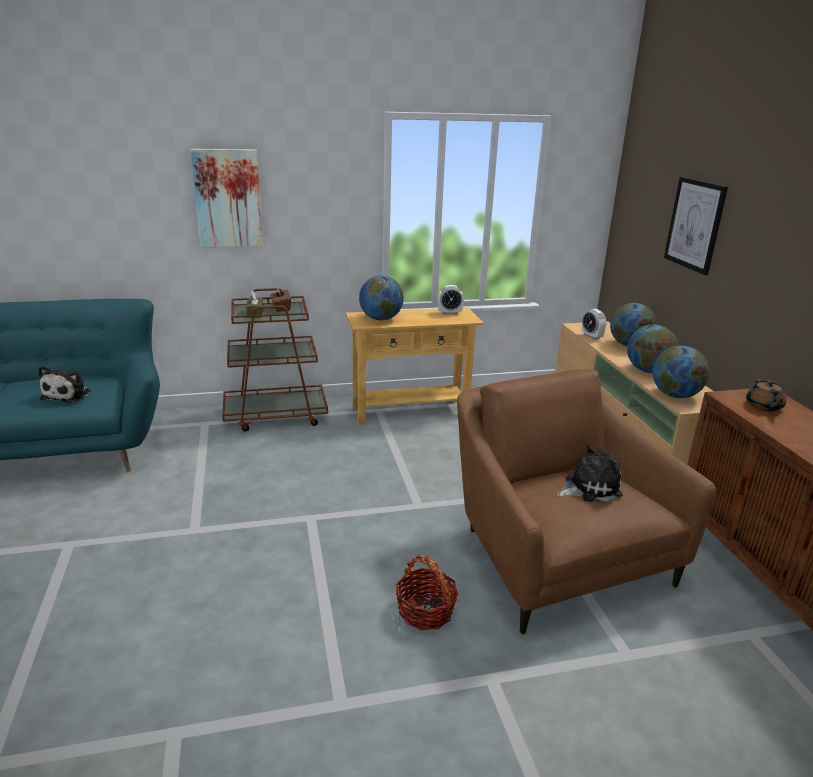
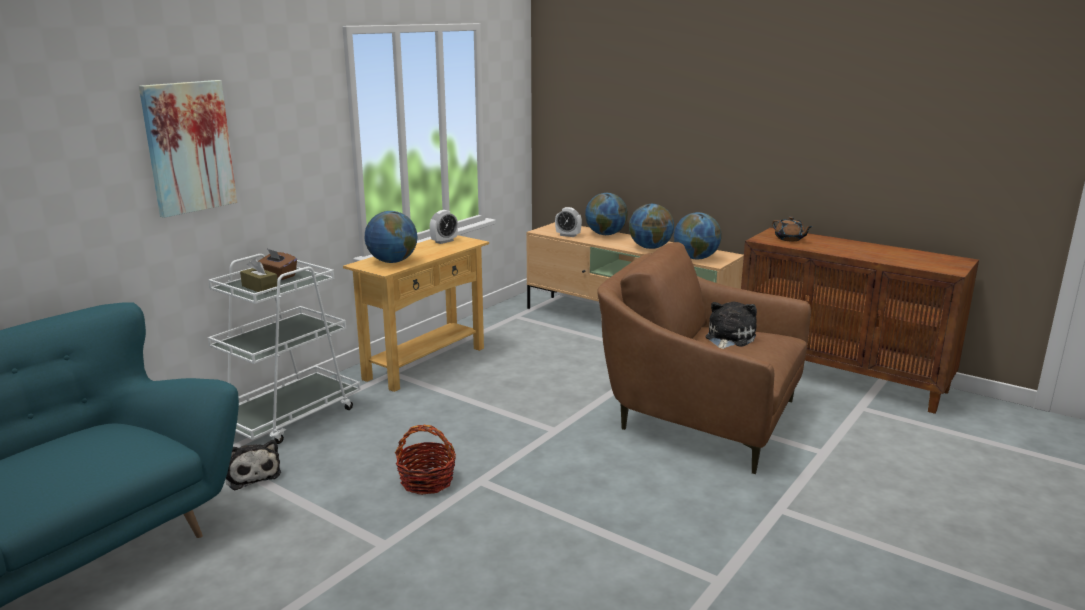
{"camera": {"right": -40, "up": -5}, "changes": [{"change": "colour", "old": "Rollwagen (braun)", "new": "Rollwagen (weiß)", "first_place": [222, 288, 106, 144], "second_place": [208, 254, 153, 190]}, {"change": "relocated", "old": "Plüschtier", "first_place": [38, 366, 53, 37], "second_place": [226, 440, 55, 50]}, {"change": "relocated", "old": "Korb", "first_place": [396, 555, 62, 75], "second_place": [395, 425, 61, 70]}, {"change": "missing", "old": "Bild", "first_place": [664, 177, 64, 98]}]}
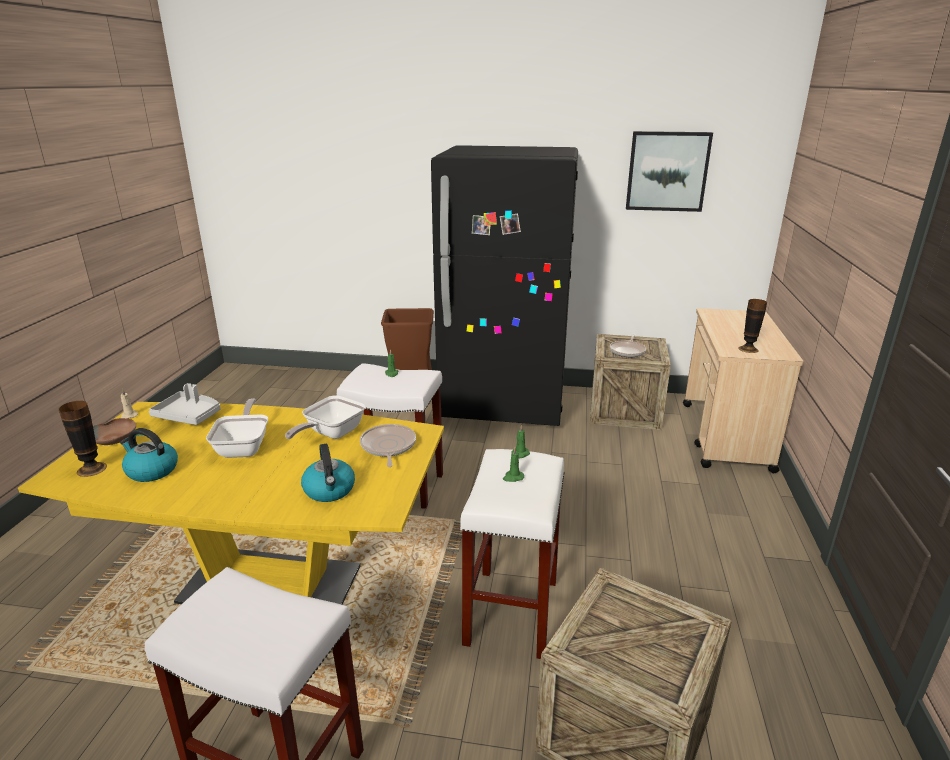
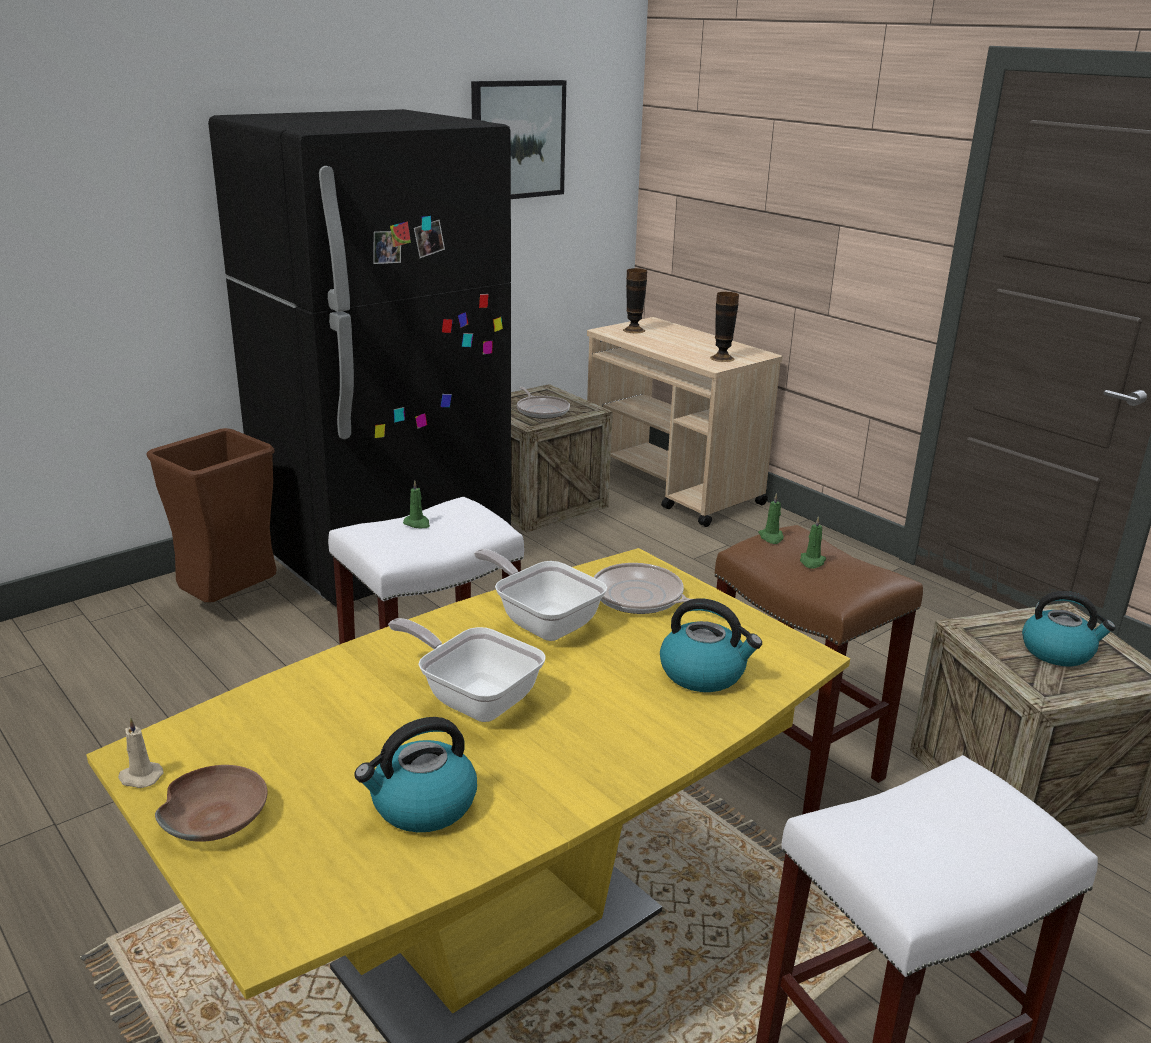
{"camera": {"right": -50, "up": 0}, "changes": [{"change": "spun", "old": "Pfanne", "first_place": [285, 396, 80, 44], "second_place": [474, 549, 133, 92], "degrees": 150}, {"change": "relocated", "old": "Vase", "first_place": [59, 401, 48, 76], "second_place": [623, 268, 24, 65]}, {"change": "colour", "old": "Hocker (weiß)", "new": "Hocker (braun)", "first_place": [460, 449, 105, 210], "second_place": [715, 525, 208, 290]}, {"change": "appeared", "new": "Wasserkessel", "second_place": [1022, 591, 94, 75]}, {"change": "missing", "old": "Tablett (grau)", "first_place": [149, 383, 72, 42]}]}
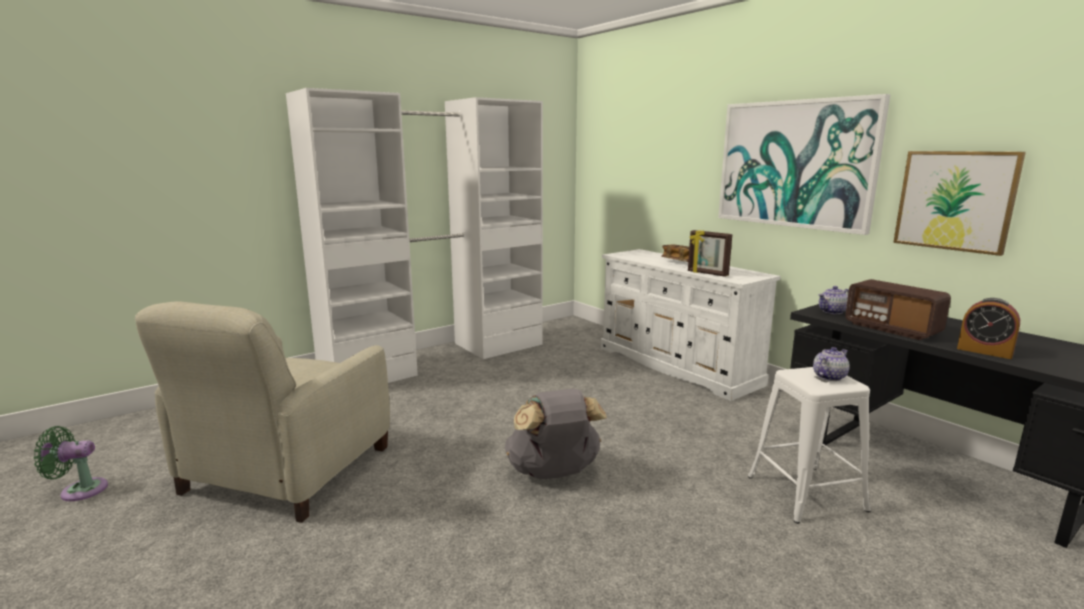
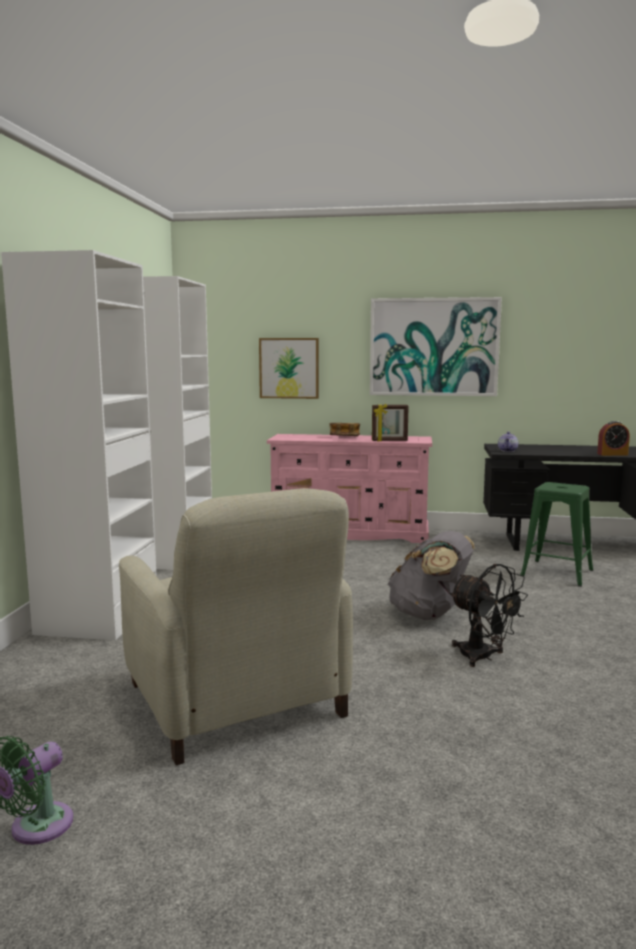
{"camera": {"right": -45, "up": -5}, "changes": [{"change": "relocated", "old": "Bild", "first_place": [893, 151, 133, 105], "second_place": [259, 338, 60, 61]}, {"change": "colour", "old": "Kommode (weiß)", "new": "Kommode (rosa)", "first_place": [601, 249, 180, 152], "second_place": [267, 434, 165, 109]}, {"change": "appeared", "new": "Ventilator (schwarz)", "second_place": [449, 564, 79, 103]}, {"change": "colour", "old": "Hocker (weiß)", "new": "Hocker (grün)", "first_place": [748, 367, 123, 157], "second_place": [520, 482, 73, 105]}, {"change": "missing", "old": "Teekanne", "first_place": [813, 347, 37, 34]}, {"change": "missing", "old": "Radio", "first_place": [845, 279, 106, 61]}]}
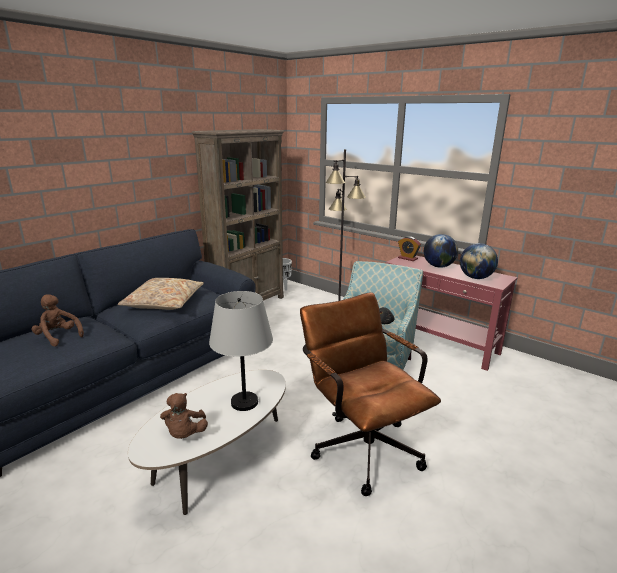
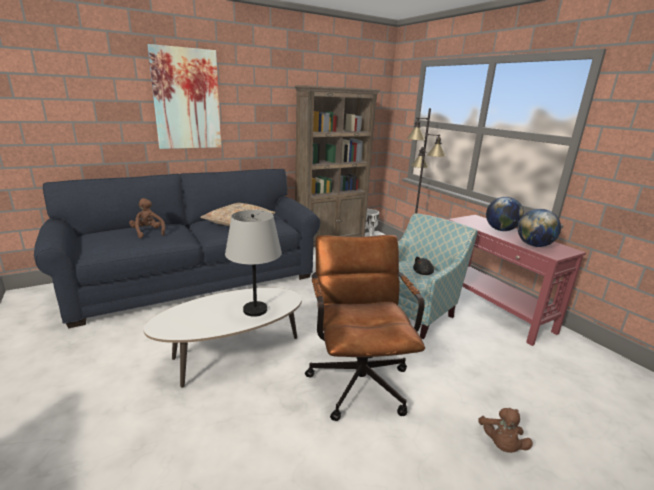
{"camera": {"right": 20, "up": 0}, "changes": [{"change": "appeared", "new": "Bild", "second_place": [147, 44, 75, 105]}, {"change": "relocated", "old": "Plüschtier (braun)", "first_place": [160, 393, 48, 46], "second_place": [478, 408, 55, 45]}, {"change": "missing", "old": "Wecker", "first_place": [398, 236, 23, 25]}]}
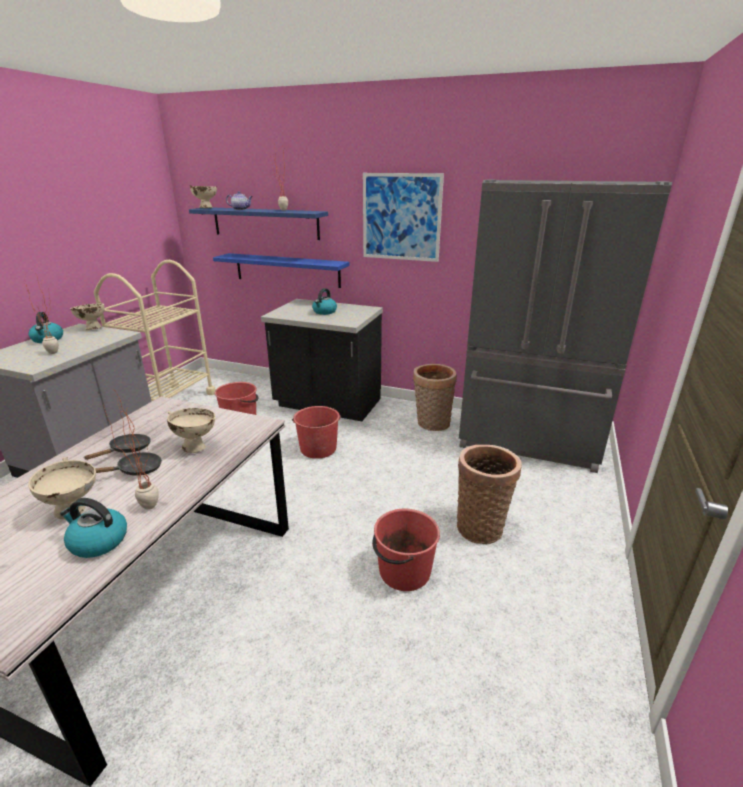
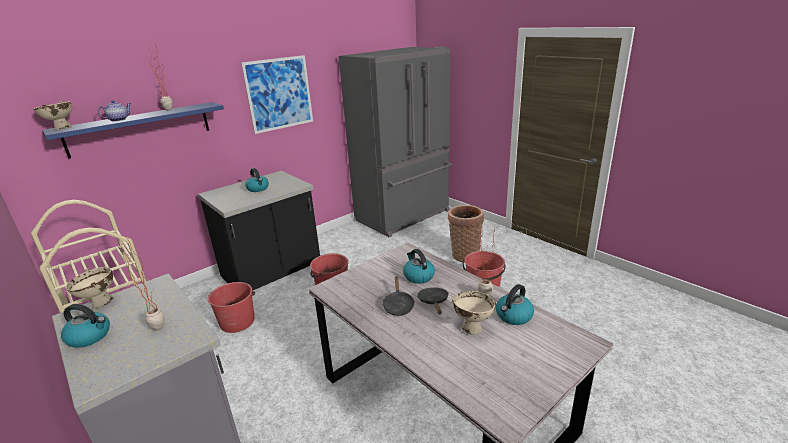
{"camera": {"right": -60, "up": 0}, "changes": [{"change": "spun", "old": "Pfanne (schwarz)", "first_place": [84, 434, 67, 26], "second_place": [382, 277, 33, 39], "degrees": -150}, {"change": "exchanged", "old": "Schüssel (beige)", "new": "Wasserkessel", "first_place": [167, 408, 48, 45], "second_place": [403, 249, 32, 35]}, {"change": "missing", "old": "Wandregal (blau)", "first_place": [213, 253, 136, 35]}, {"change": "missing", "old": "Korb", "first_place": [413, 364, 44, 67]}]}
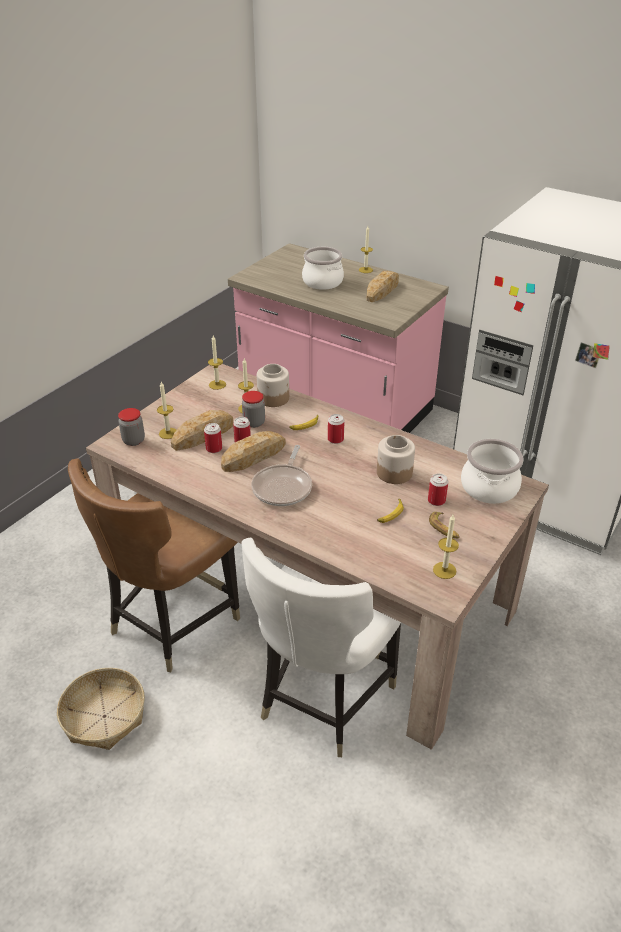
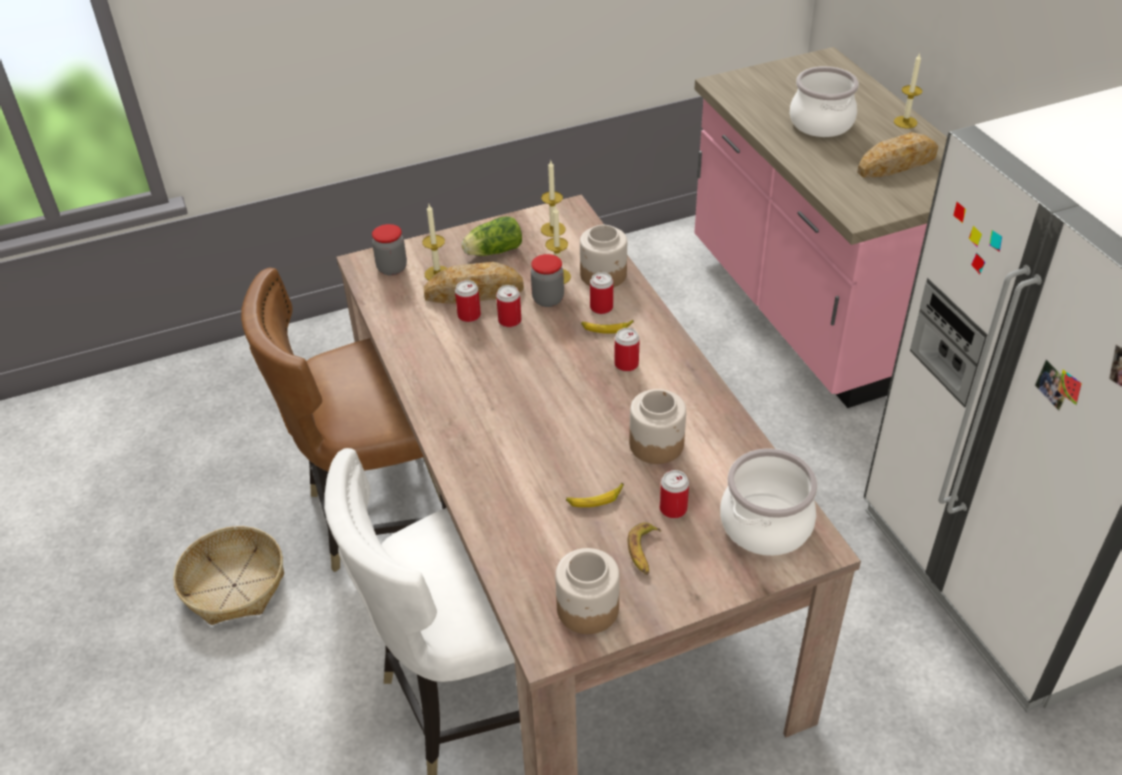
{"camera": {"right": 35, "up": 5}, "changes": [{"change": "appeared", "new": "Salatkopf", "second_place": [461, 216, 61, 40]}, {"change": "exchanged", "old": "Kerze", "new": "Vorratsglas", "first_place": [433, 515, 26, 64], "second_place": [555, 548, 65, 86]}, {"change": "appeared", "new": "Dose", "second_place": [590, 272, 23, 42]}, {"change": "missing", "old": "Brot", "first_place": [221, 431, 65, 41]}, {"change": "missing", "old": "Pfanne", "first_place": [252, 445, 60, 61]}]}
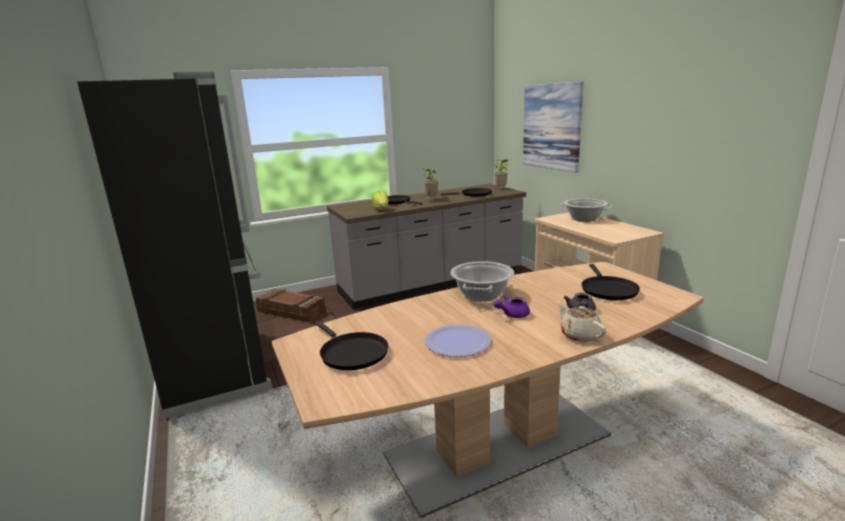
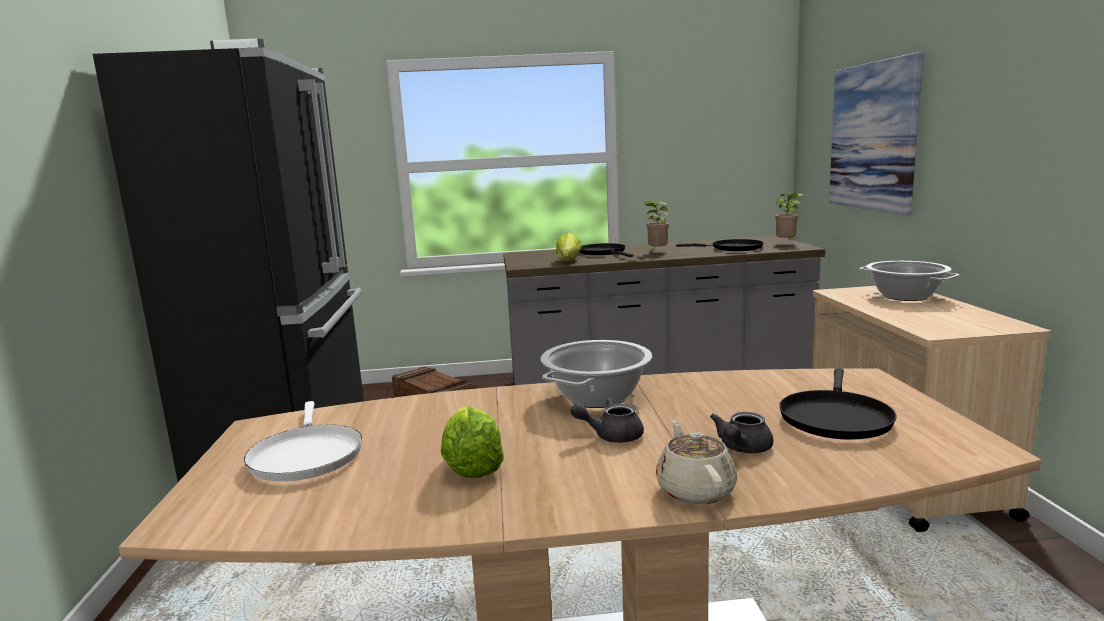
{"camera": {"right": 20, "up": -5}, "changes": [{"change": "colour", "old": "Pfanne (schwarz)", "new": "Pfanne (weiß)", "first_place": [315, 321, 73, 49], "second_place": [244, 401, 118, 80]}, {"change": "exchanged", "old": "Teller", "new": "Salatkopf", "first_place": [425, 324, 66, 33], "second_place": [441, 406, 63, 72]}, {"change": "colour", "old": "Teekanne (lila)", "new": "Teekanne (grau)", "first_place": [493, 295, 37, 23], "second_place": [570, 398, 74, 45]}]}
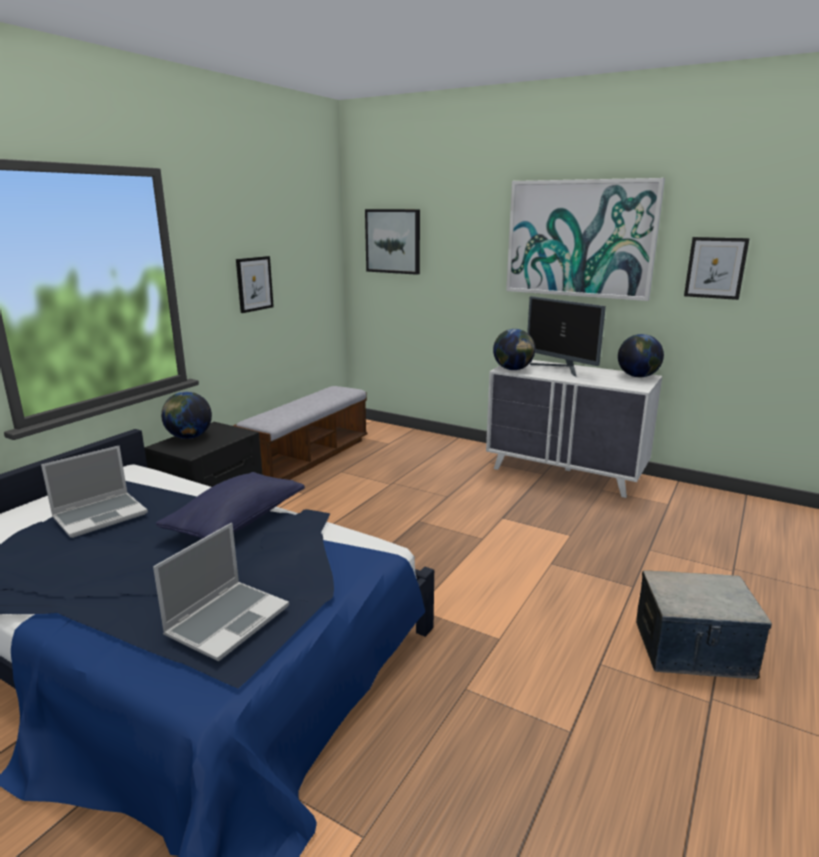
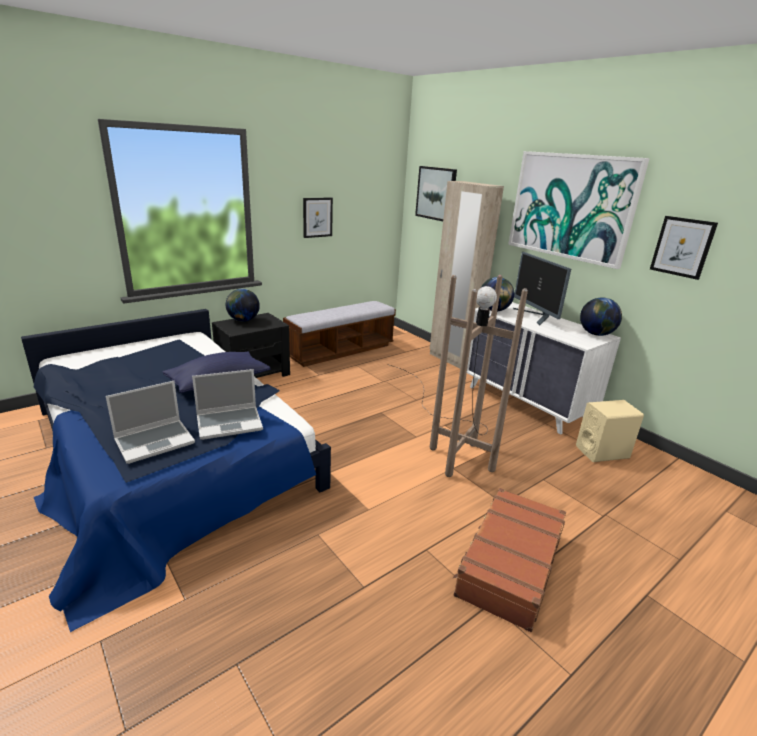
{"camera": {"right": 20, "up": 5}, "changes": [{"change": "relocated", "old": "Laptop", "first_place": [41, 446, 107, 92], "second_place": [192, 369, 71, 71]}, {"change": "appeared", "new": "Stehlampe (braun)", "second_place": [387, 275, 141, 202]}, {"change": "appeared", "new": "Kleiderschrank (beige)", "second_place": [430, 181, 74, 188]}, {"change": "exchanged", "old": "Aufbewahrungsbox", "new": "Koffer (braun)", "first_place": [636, 570, 136, 109], "second_place": [453, 488, 113, 144]}, {"change": "appeared", "new": "Lautsprecher (beige)", "second_place": [576, 400, 68, 62]}]}
